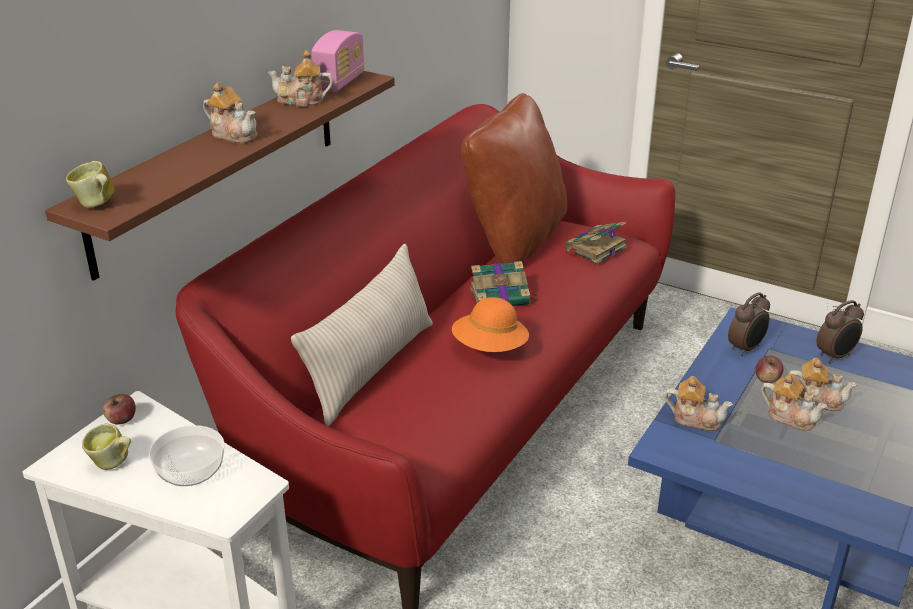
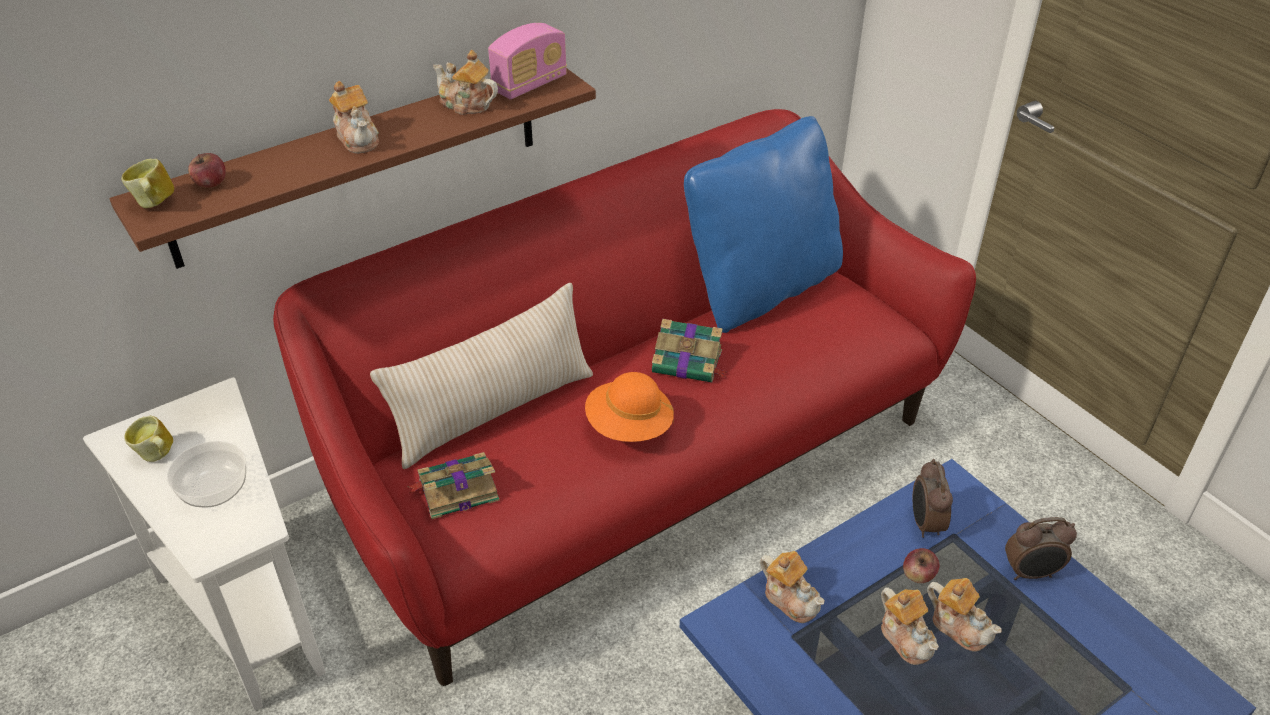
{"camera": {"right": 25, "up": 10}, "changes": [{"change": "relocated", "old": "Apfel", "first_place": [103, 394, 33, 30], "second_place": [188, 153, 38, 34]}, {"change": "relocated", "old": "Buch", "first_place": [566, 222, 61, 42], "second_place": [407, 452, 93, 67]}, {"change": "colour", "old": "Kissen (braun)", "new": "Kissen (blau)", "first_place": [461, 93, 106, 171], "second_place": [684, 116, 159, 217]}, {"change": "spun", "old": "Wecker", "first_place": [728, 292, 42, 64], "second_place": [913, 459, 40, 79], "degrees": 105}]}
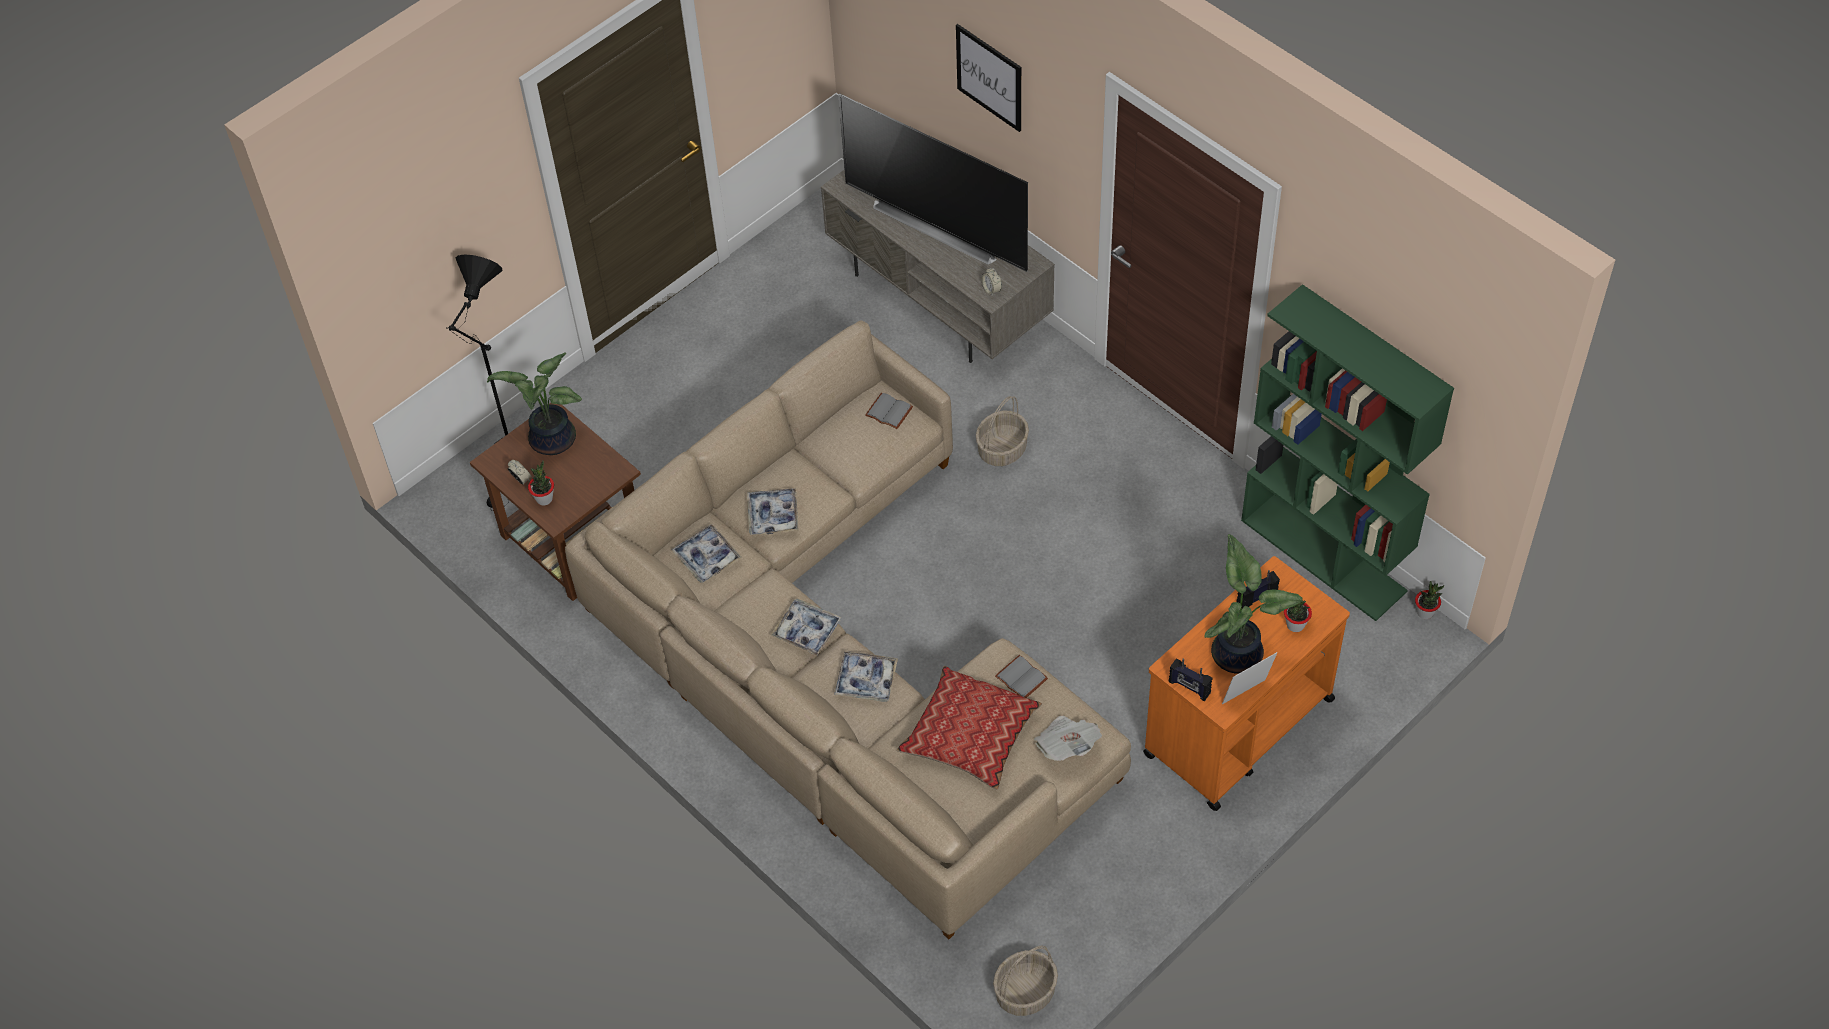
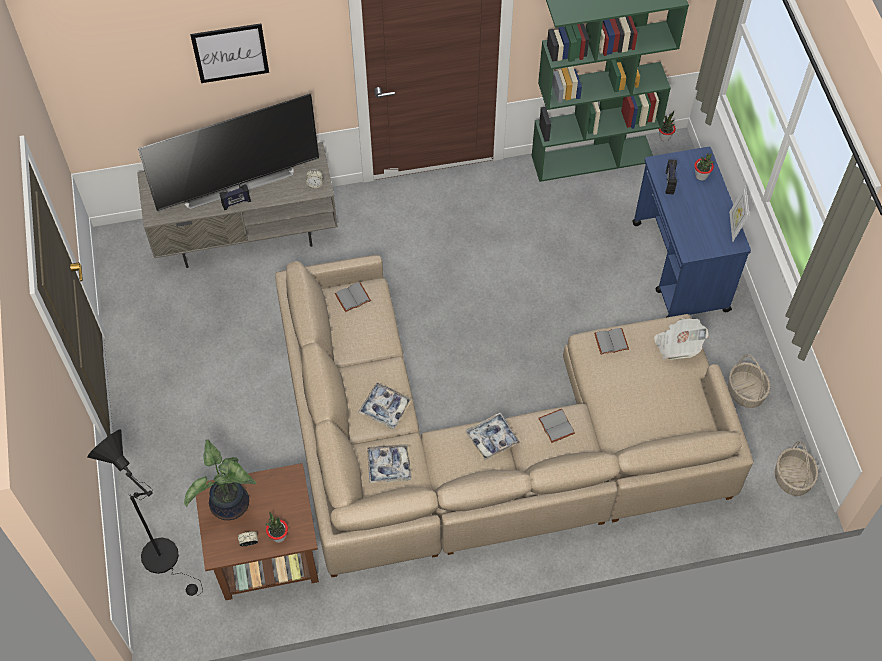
{"camera": {"right": -60, "up": 5}, "changes": [{"change": "relocated", "old": "Radio", "first_place": [1169, 658, 44, 43], "second_place": [219, 182, 32, 28]}, {"change": "exchanged", "old": "Tablett", "new": "Buch (grau)", "first_place": [834, 651, 64, 51], "second_place": [538, 409, 37, 34]}, {"change": "colour", "old": "Rollwagen (orange)", "new": "Rollwagen (blau)", "first_place": [1143, 556, 207, 255], "second_place": [632, 147, 119, 170]}, {"change": "relocated", "old": "Korb", "first_place": [976, 396, 53, 70], "second_place": [728, 354, 43, 54]}, {"change": "missing", "old": "Kissen", "first_place": [896, 666, 146, 124]}, {"change": "missing", "old": "Topfpflanze", "first_place": [1204, 534, 99, 140]}]}
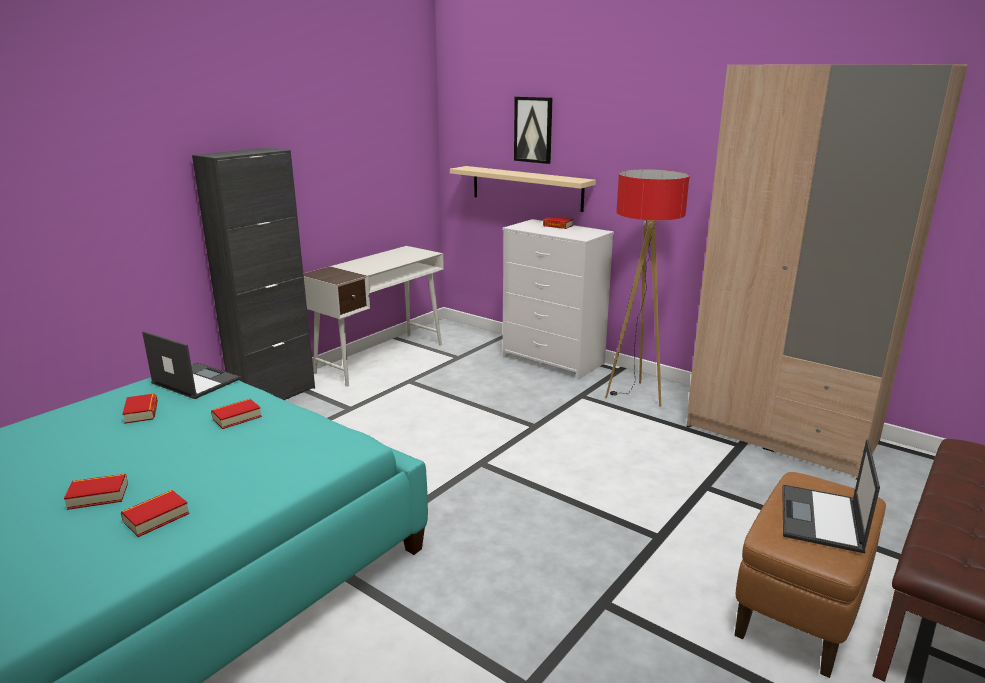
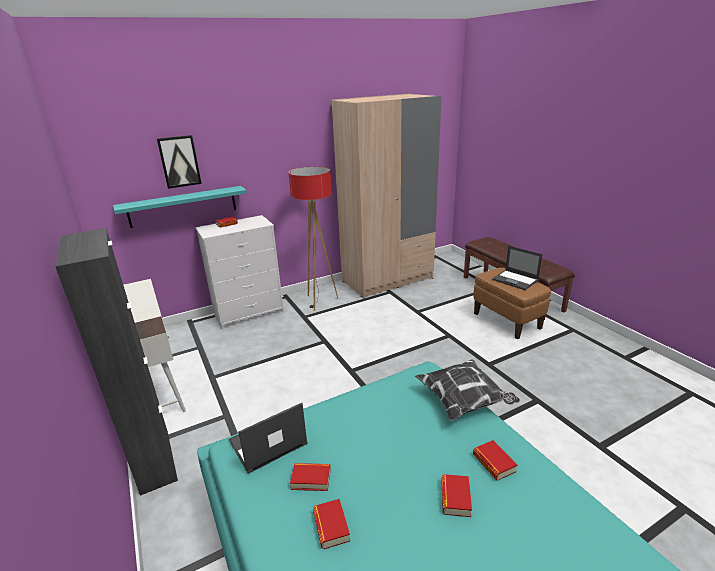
{"camera": {"right": -65, "up": 5}, "changes": [{"change": "colour", "old": "Wandregal (beige)", "new": "Wandregal (türkis)", "first_place": [450, 166, 146, 46], "second_place": [113, 186, 134, 42]}, {"change": "relocated", "old": "Buch", "first_place": [211, 399, 51, 30], "second_place": [313, 499, 37, 50]}, {"change": "appeared", "new": "Kissen", "second_place": [415, 360, 105, 61]}]}
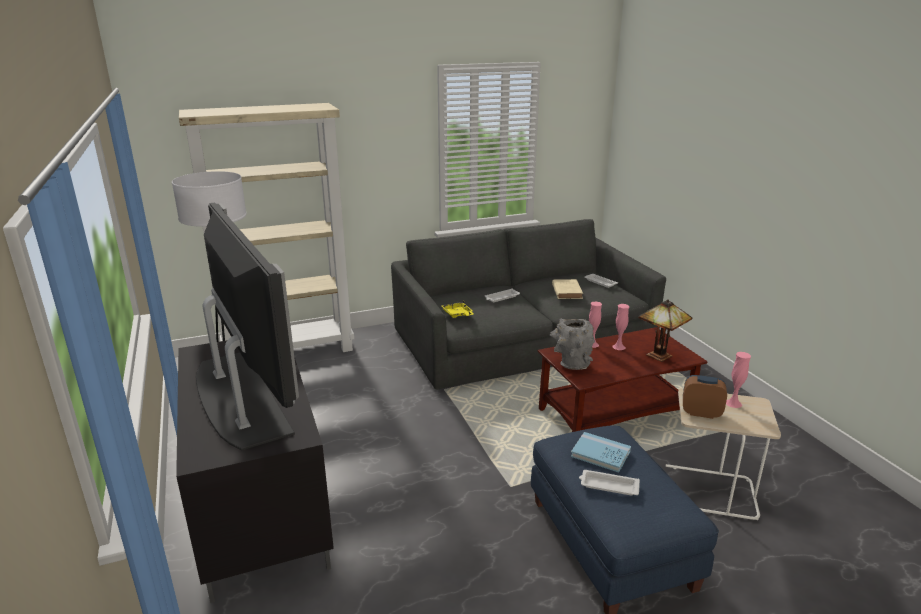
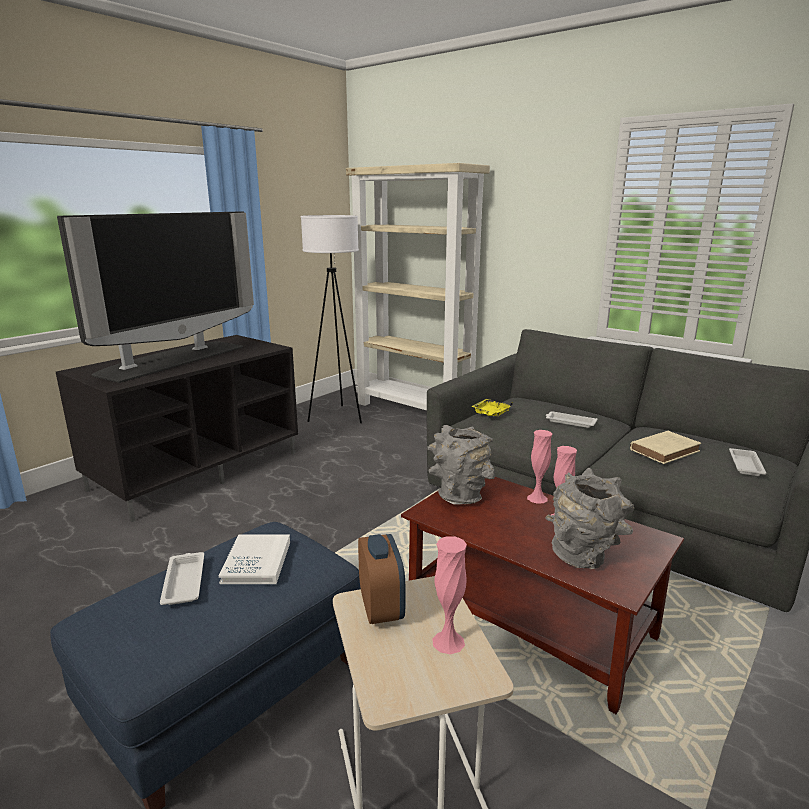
{"camera": {"right": 60, "up": -5}, "changes": [{"change": "colour", "old": "Buch (blau)", "new": "Buch (weiß)", "first_place": [571, 432, 60, 41], "second_place": [218, 534, 72, 50]}, {"change": "exchanged", "old": "Tischlampe", "new": "Vase (grau)", "first_place": [638, 299, 54, 63], "second_place": [546, 468, 88, 101]}]}
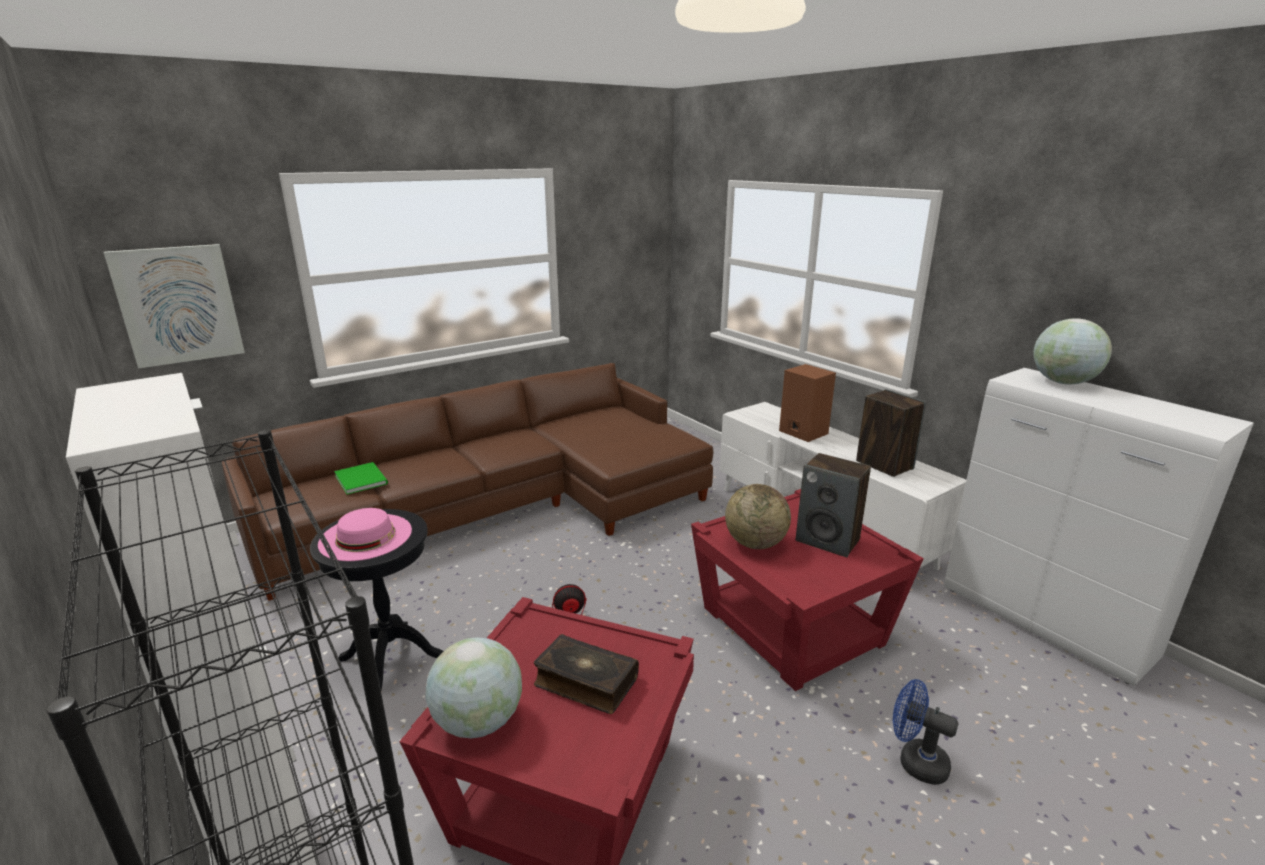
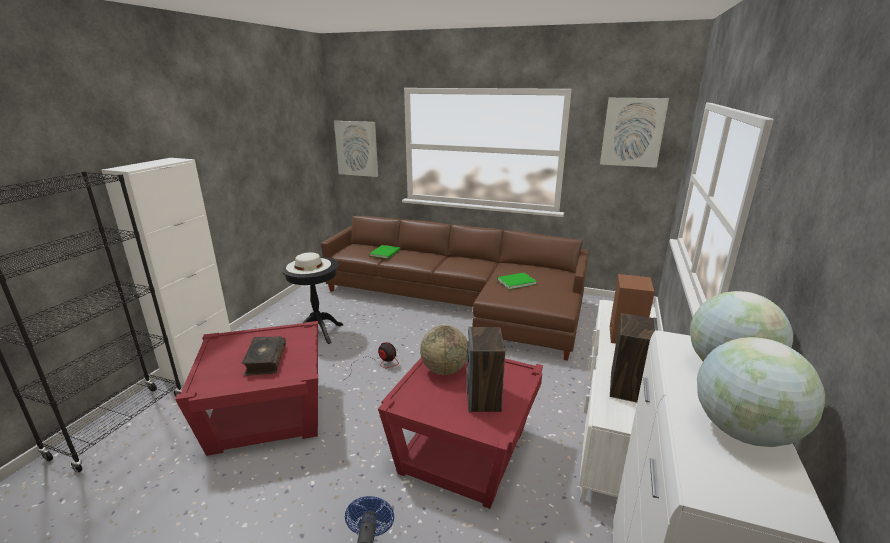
{"camera": {"right": 55, "up": 0}, "changes": [{"change": "colour", "old": "Hut (rosa)", "new": "Hut (weiß)", "first_place": [318, 508, 94, 53], "second_place": [286, 252, 45, 22]}, {"change": "appeared", "new": "Buch (grün)", "second_place": [497, 273, 40, 16]}, {"change": "appeared", "new": "Bild", "second_place": [600, 98, 69, 70]}, {"change": "relocated", "old": "Globus", "first_place": [425, 637, 97, 101], "second_place": [697, 337, 128, 110]}]}
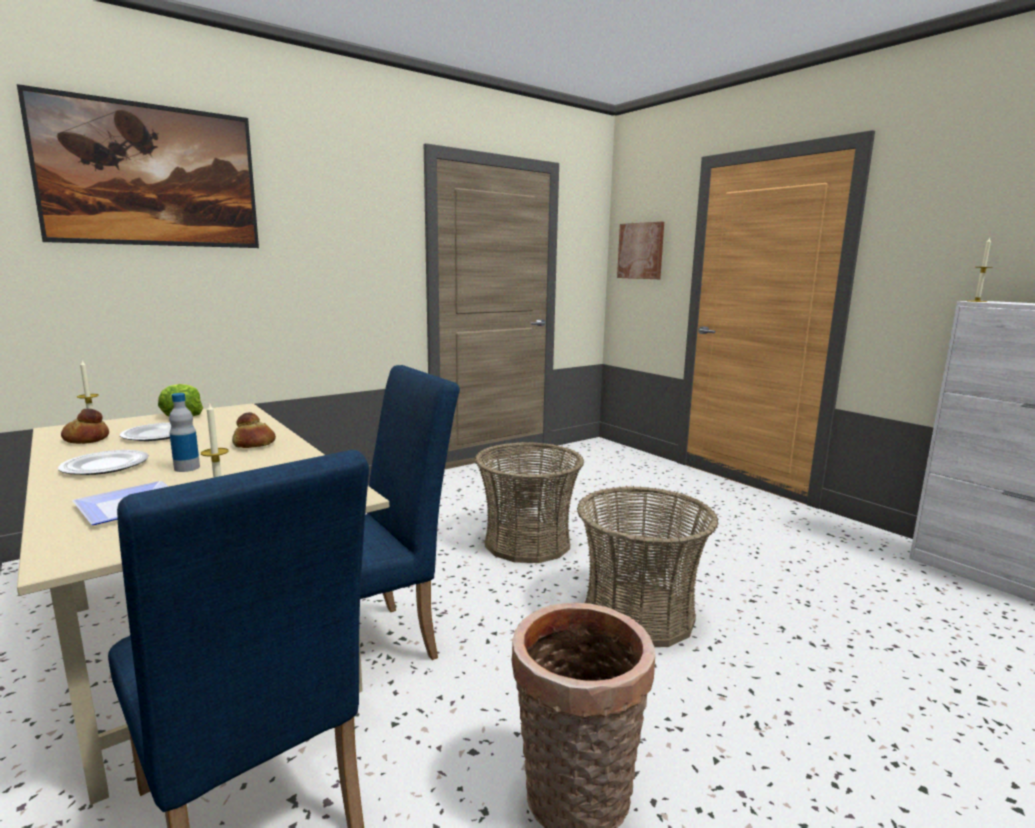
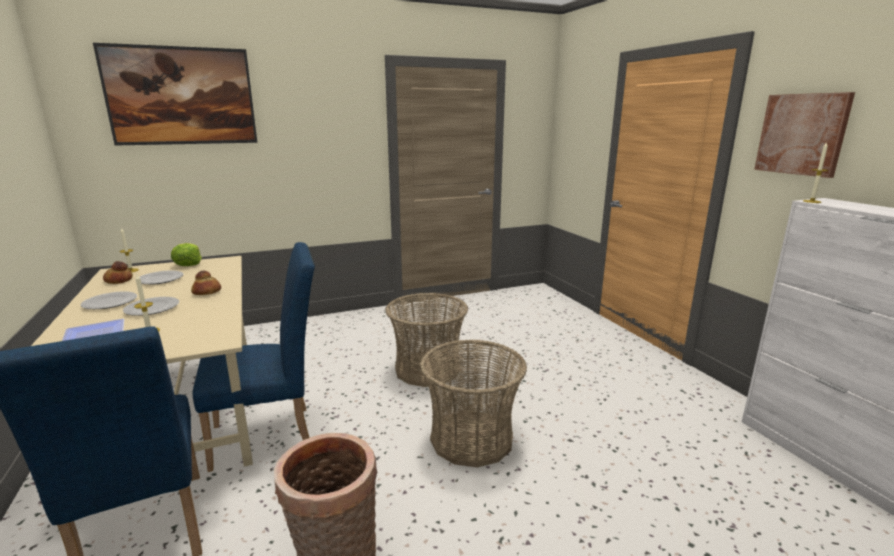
{"camera": {"right": 15, "up": 5}, "changes": [{"change": "exchanged", "old": "Flasche", "new": "Teller", "first_place": [169, 393, 31, 79], "second_place": [123, 297, 56, 19]}, {"change": "relocated", "old": "Bild", "first_place": [617, 222, 47, 57], "second_place": [754, 92, 101, 86]}]}
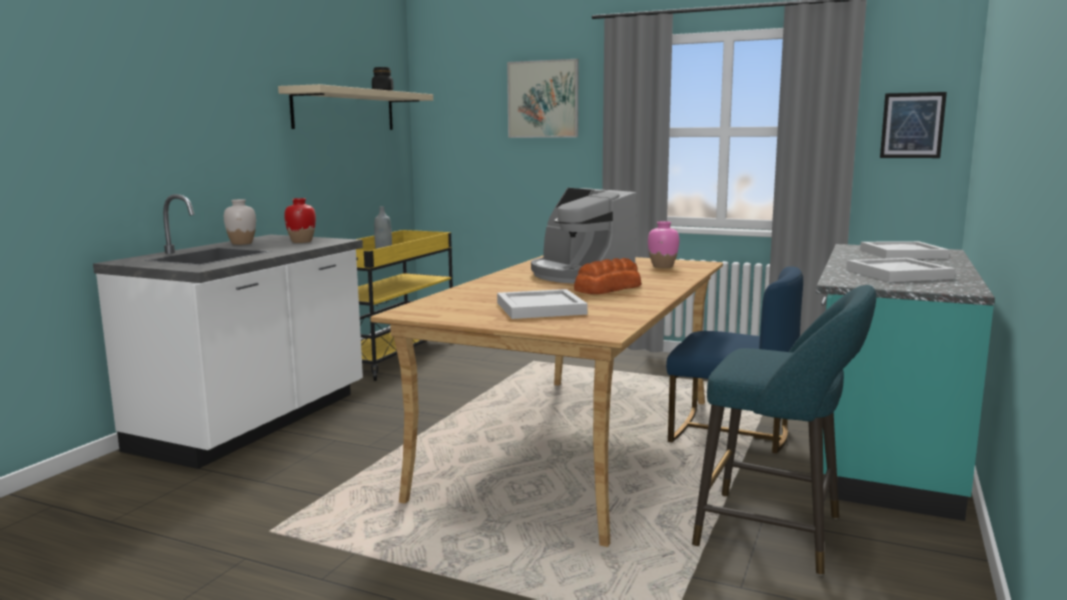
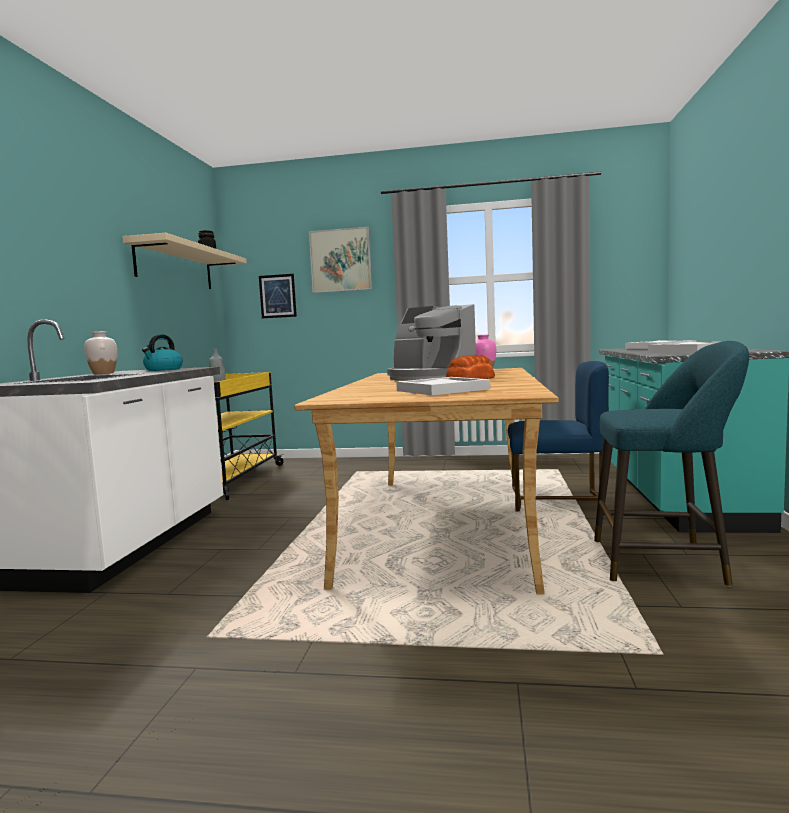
{"camera": {"right": -15, "up": -5}, "changes": [{"change": "exchanged", "old": "Vase (rot)", "new": "Wasserkessel", "first_place": [284, 198, 32, 45], "second_place": [142, 335, 41, 36]}, {"change": "relocated", "old": "Bild", "first_place": [880, 92, 67, 66], "second_place": [259, 274, 38, 44]}]}
